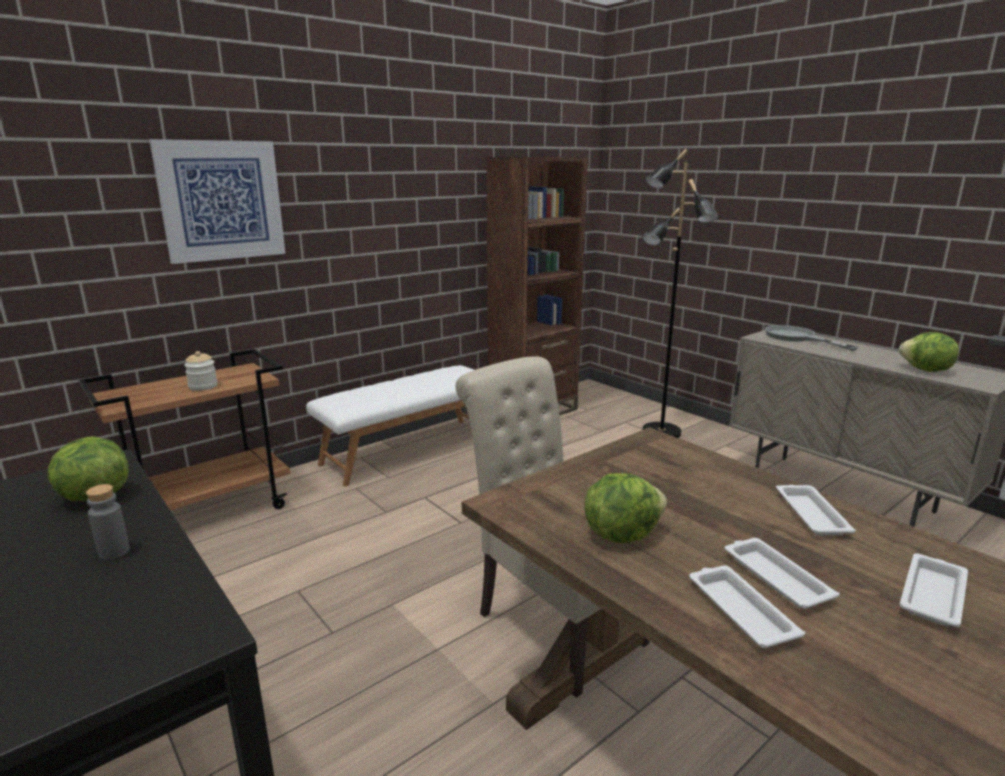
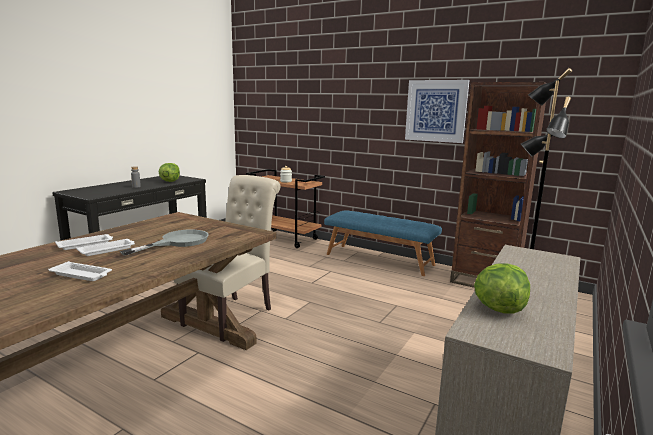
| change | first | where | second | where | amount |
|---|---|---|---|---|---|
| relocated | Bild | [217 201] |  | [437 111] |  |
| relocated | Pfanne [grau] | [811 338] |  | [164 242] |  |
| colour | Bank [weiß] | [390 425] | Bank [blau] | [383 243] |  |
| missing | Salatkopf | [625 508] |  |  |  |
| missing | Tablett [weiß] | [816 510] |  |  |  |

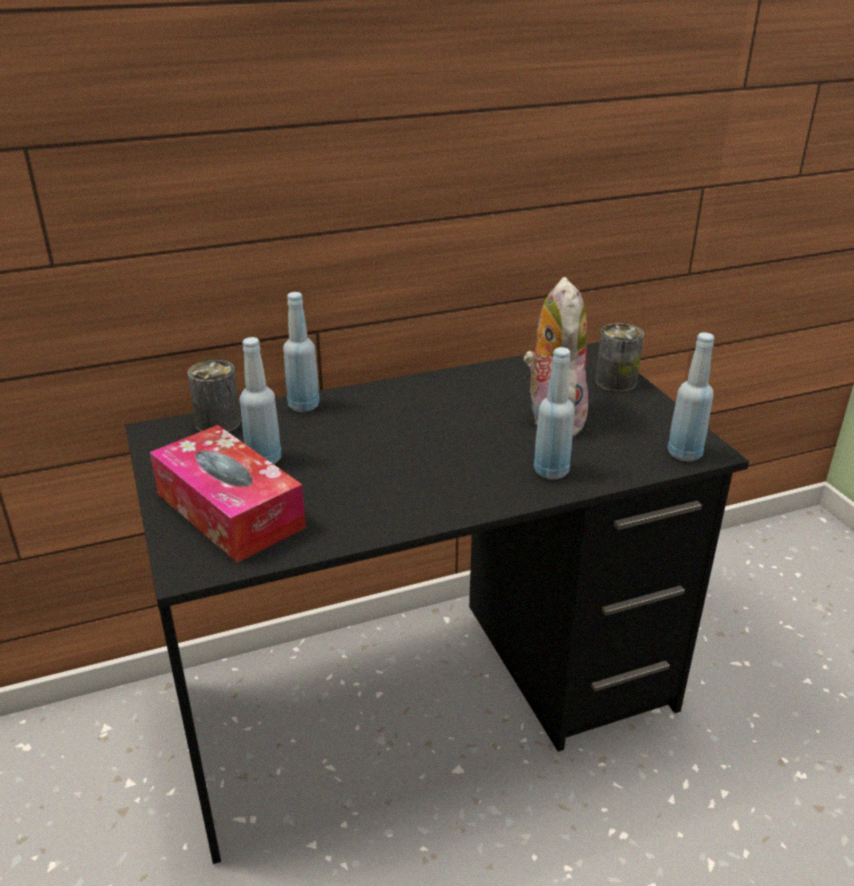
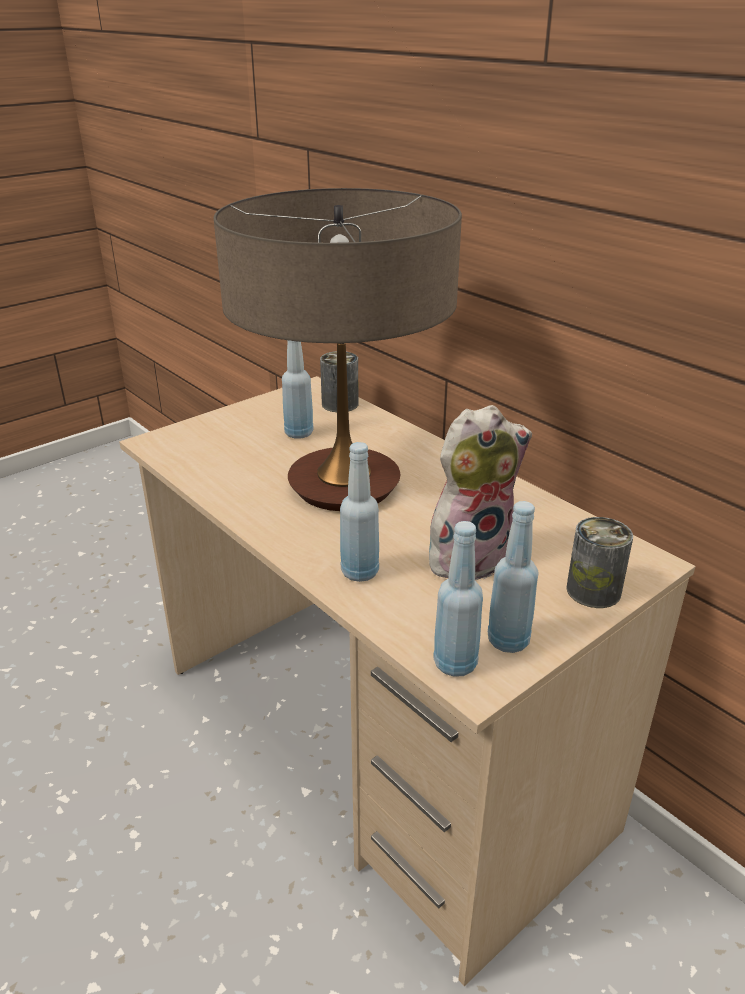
| change | first | where | second | where | amount |
|---|---|---|---|---|---|
| relocated | Flasche [blau] | [301 352] |  | [513 577] |  |
| colour | Schreibtisch [schwarz] | [437 603] | Schreibtisch [beige] | [407 681] |  |
| missing | Taschentuchbox | [228 494] |  |  |  |
| appeared |  |  | Tischlampe | [338 349] |  |

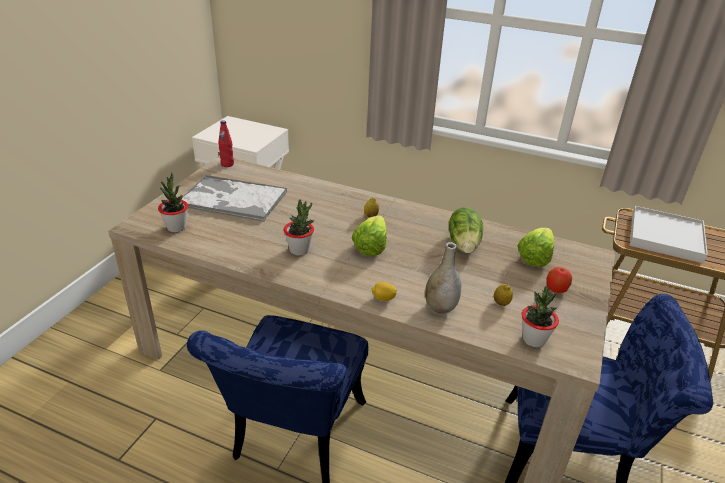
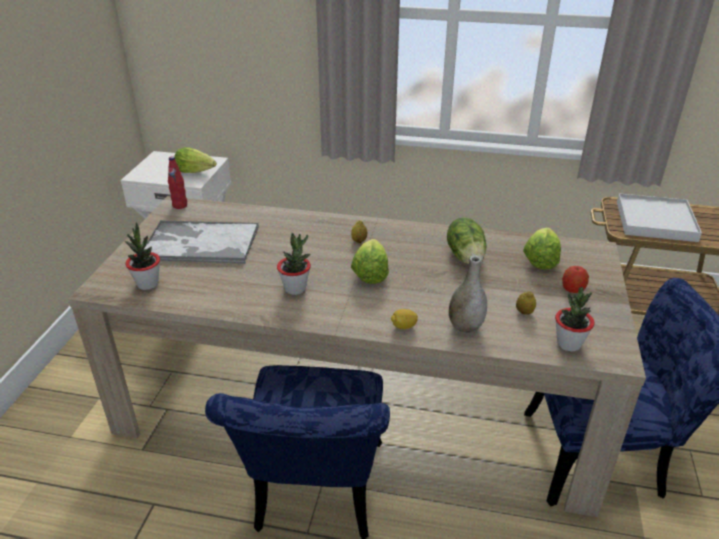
| change | first | where | second | where | amount |
|---|---|---|---|---|---|
| appeared |  |  | Salatkopf | [195 160] |  |

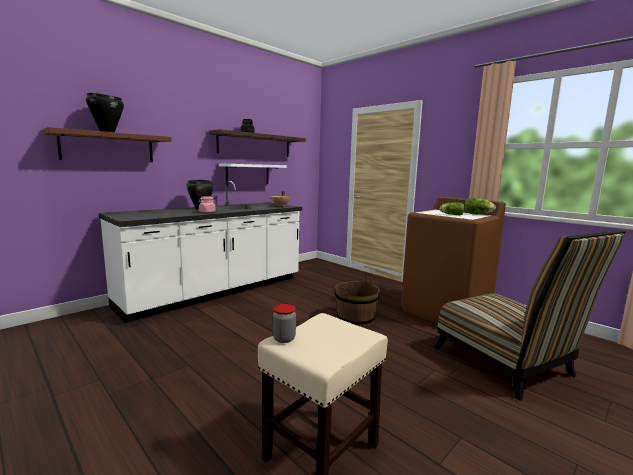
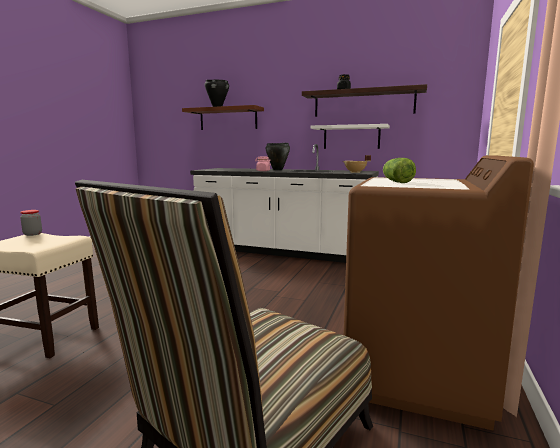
| change | first | where | second | where | amount |
|---|---|---|---|---|---|
| missing | Salatkopf | [480 206] |  |  |  |
| missing | Eimer [braun] | [357 302] |  |  |  |

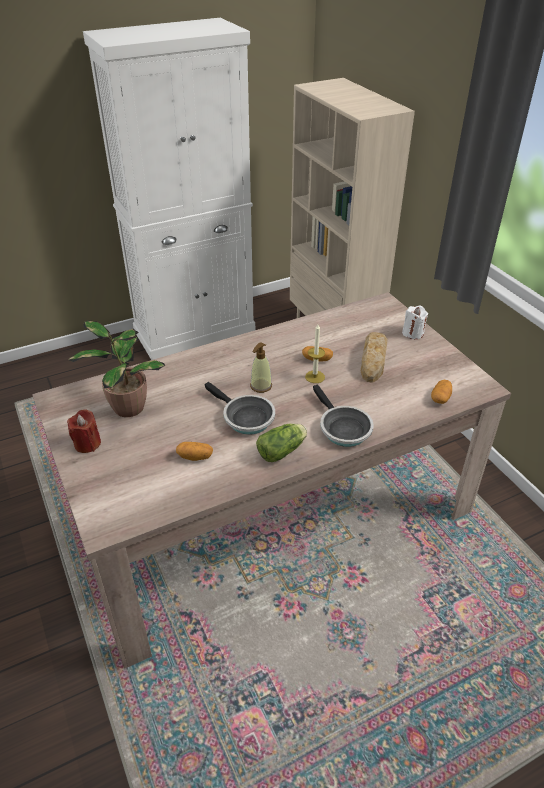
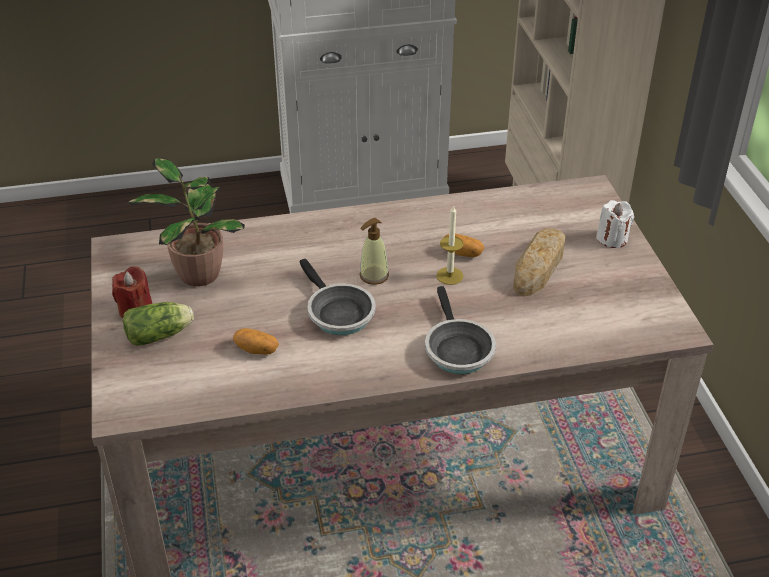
| change | first | where | second | where | amount |
|---|---|---|---|---|---|
| missing | Kartoffel | [441 392] |  |  |  |
| relocated | Salatkopf | [281 443] |  | [158 324] |  |

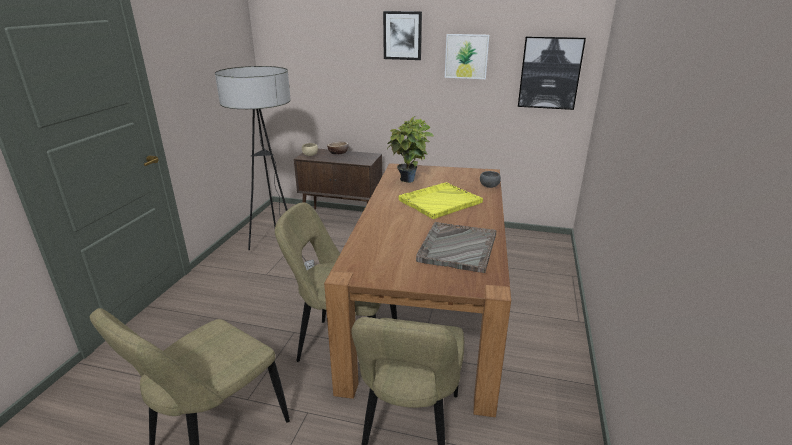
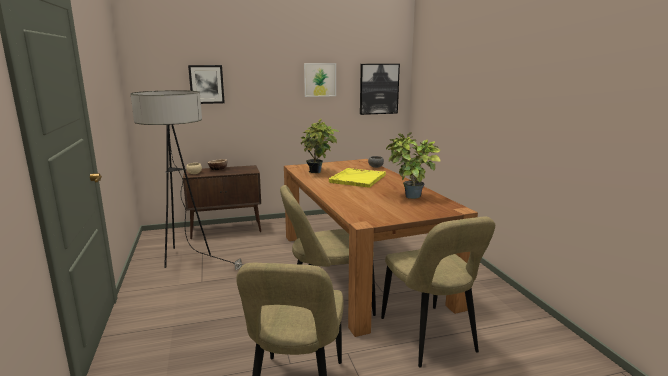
| change | first | where | second | where | amount |
|---|---|---|---|---|---|
| relocated | Bild | [402 35] |  | [206 84] |  |
| exchanged | Tablett [grau] | [456 247] | Topfpflanze | [413 166] |  |

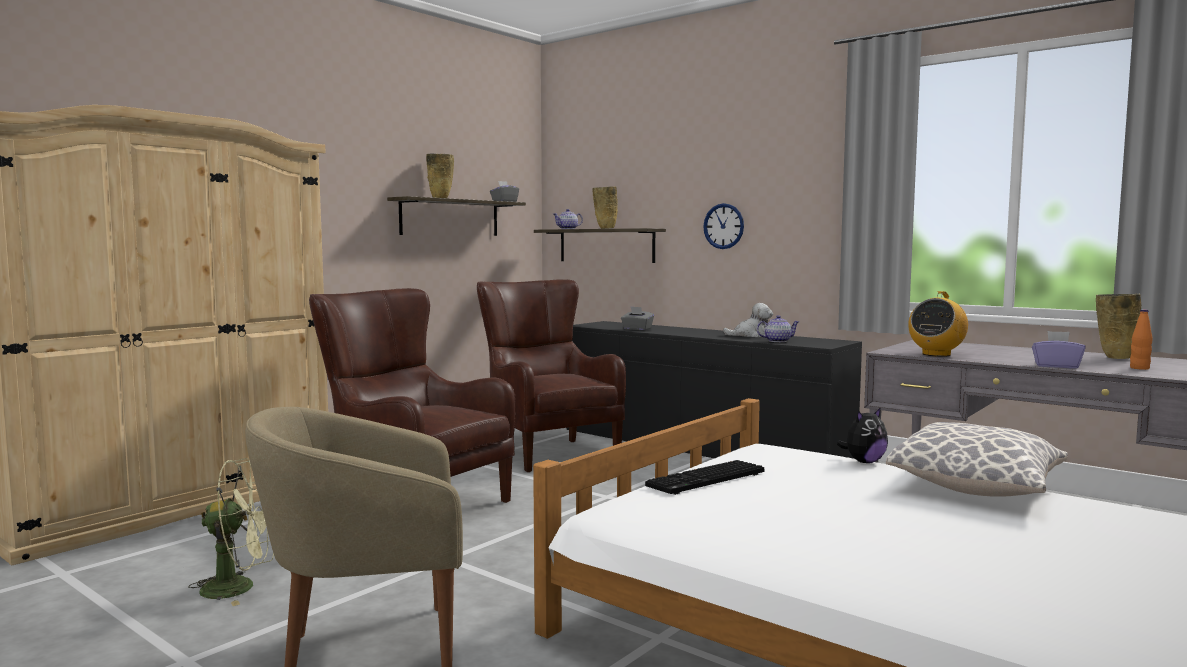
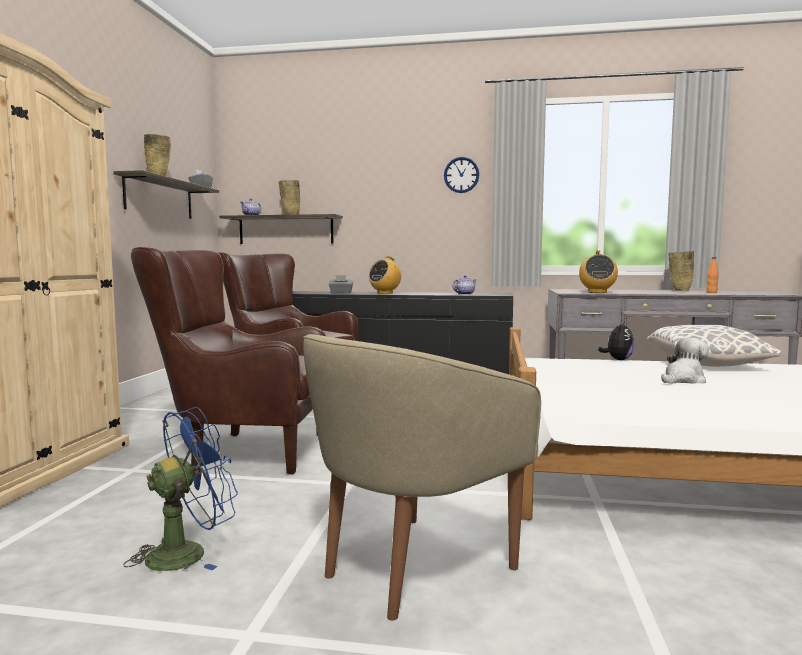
| change | first | where | second | where | amount |
|---|---|---|---|---|---|
| relocated | Wanduhr | [723 226] |  | [461 175] |  |
| relocated | Plüschtier | [748 320] |  | [685 361] |  |
| missing | Taschentuchbox [lila] | [1059 349] |  |  |  |
| colour | Ventilator [grün] | [231 532] | Ventilator [blau] | [180 489] |  |
| missing | Tastatur | [704 477] |  |  |  |
| appeared |  |  | Radio | [384 275] |  |

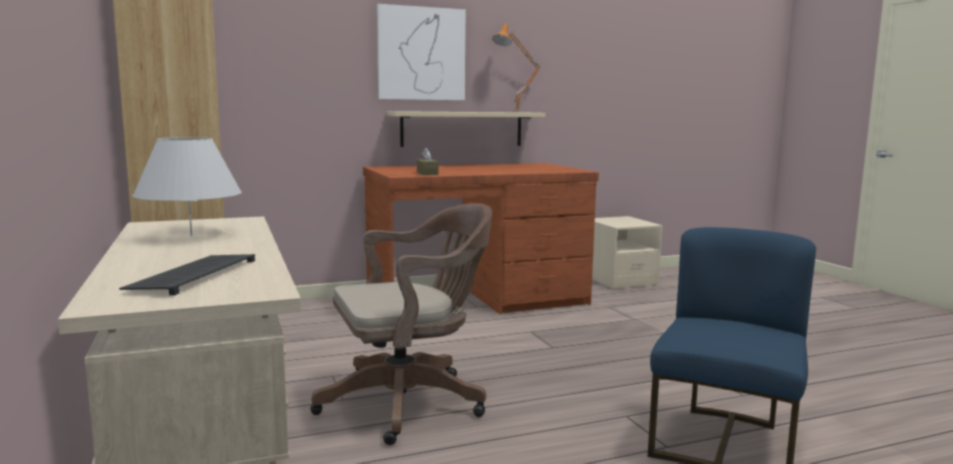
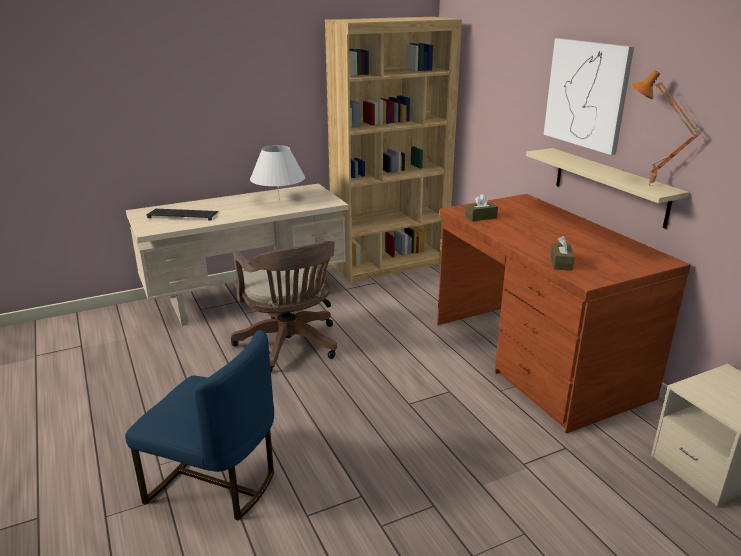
| change | first | where | second | where | amount |
|---|---|---|---|---|---|
| appeared |  |  | Taschentuchbox [braun] | [562 253] |  |

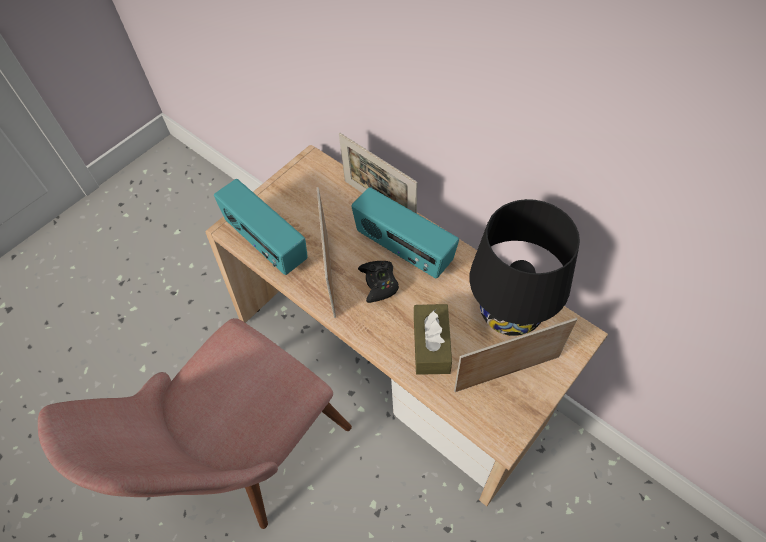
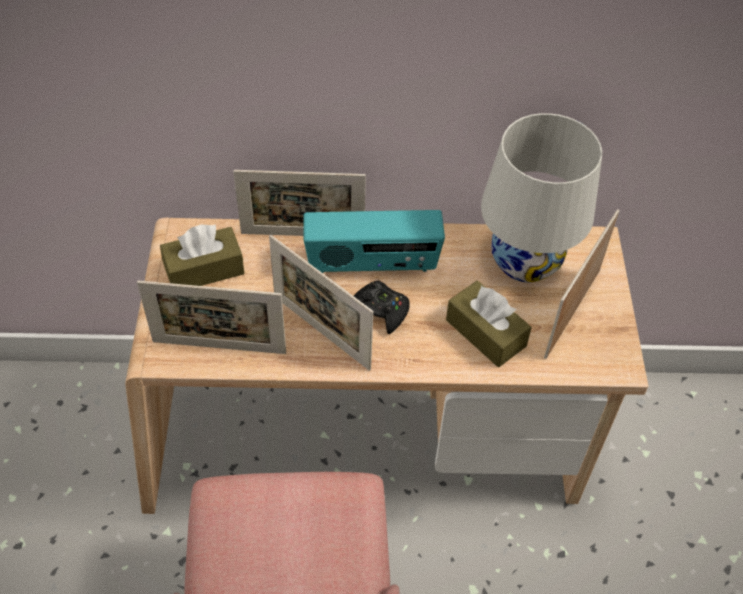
| change | first | where | second | where | amount |
|---|---|---|---|---|---|
| exchanged | Radio | [261 227] | Bilderrahmen | [211 317] |  |
| colour | Tischlampe [schwarz] | [525 267] | Tischlampe [weiß] | [541 197] |  |
| appeared |  |  | Taschentuchbox [braun] | [202 255] |  |

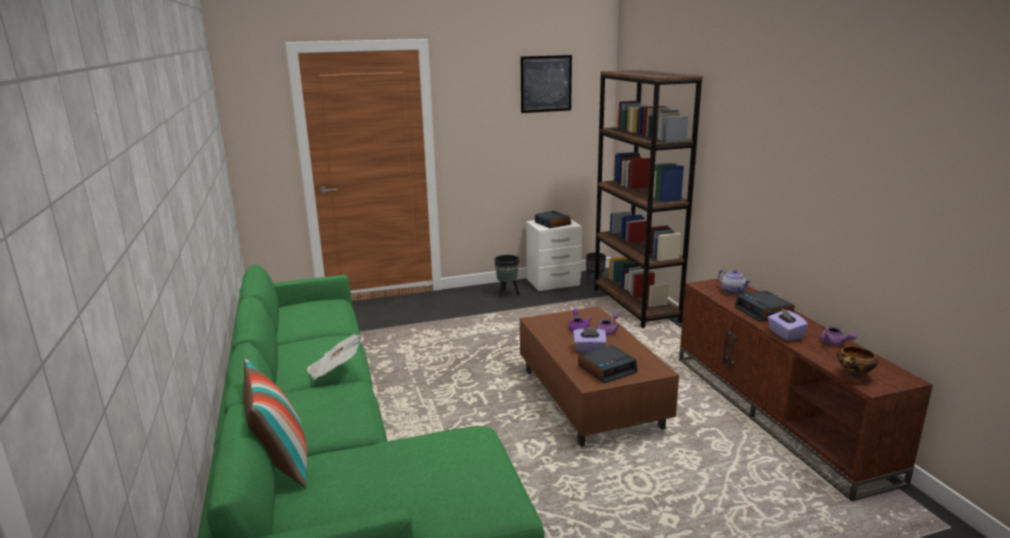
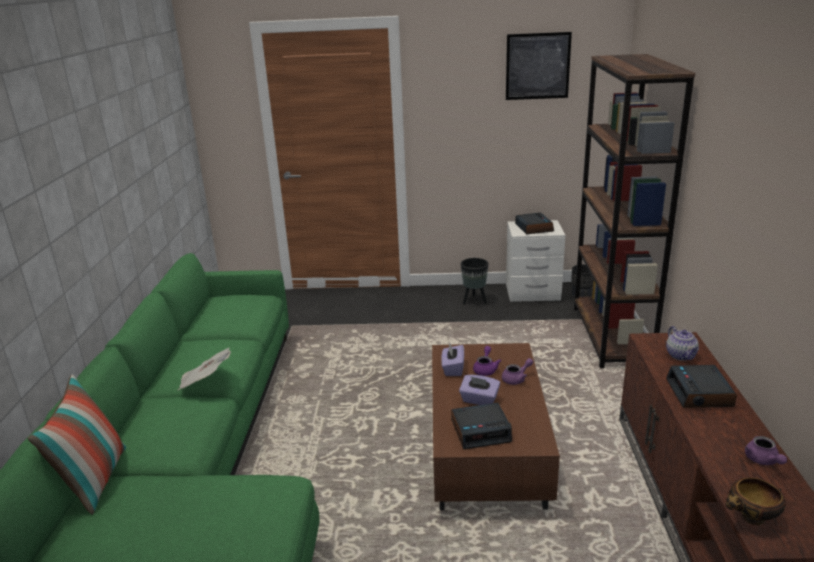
| change | first | where | second | where | amount |
|---|---|---|---|---|---|
| relocated | Taschentuchbox [lila] | [787 324] |  | [452 360] |  |

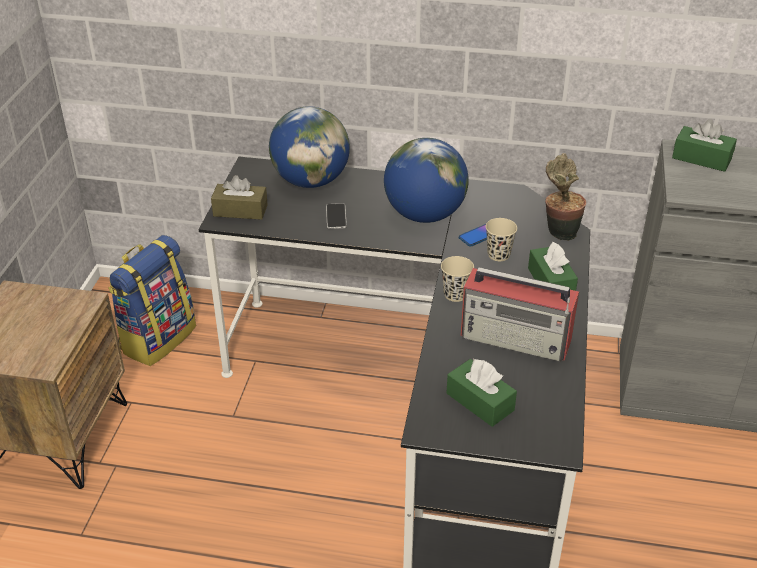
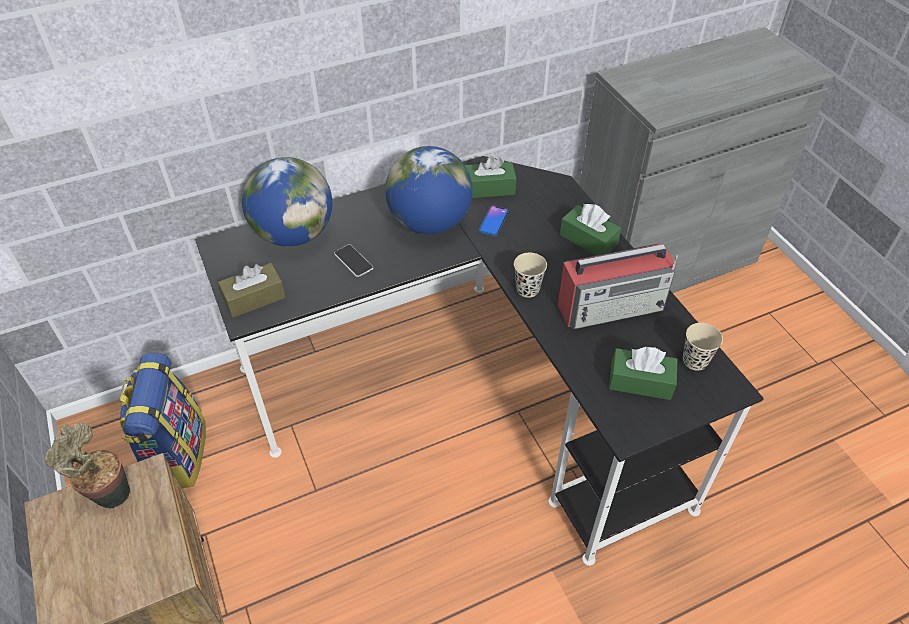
| change | first | where | second | where | amount |
|---|---|---|---|---|---|
| relocated | Taschentuchbox [grün] | [704 145] |  | [491 177] |  |
| relocated | Topfpflanze | [565 197] |  | [87 466] |  |
| relocated | Tasse [beige] | [501 239] |  | [703 347] |  |

